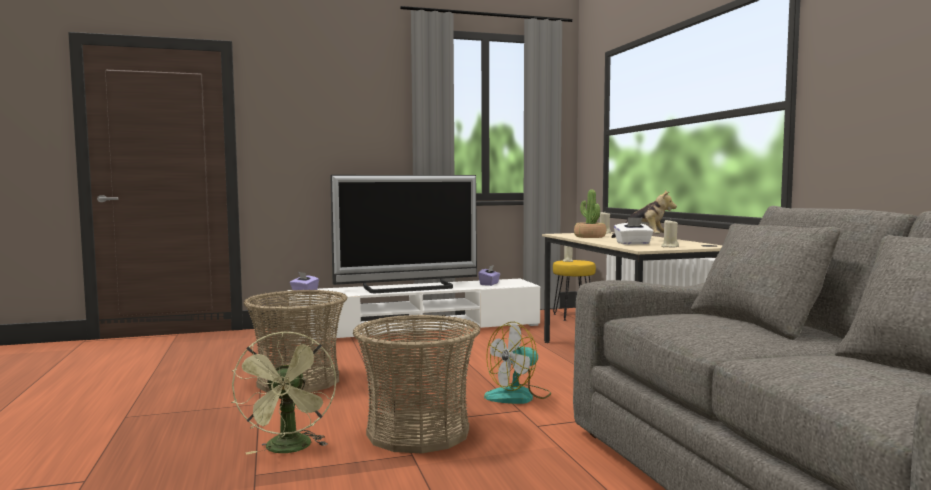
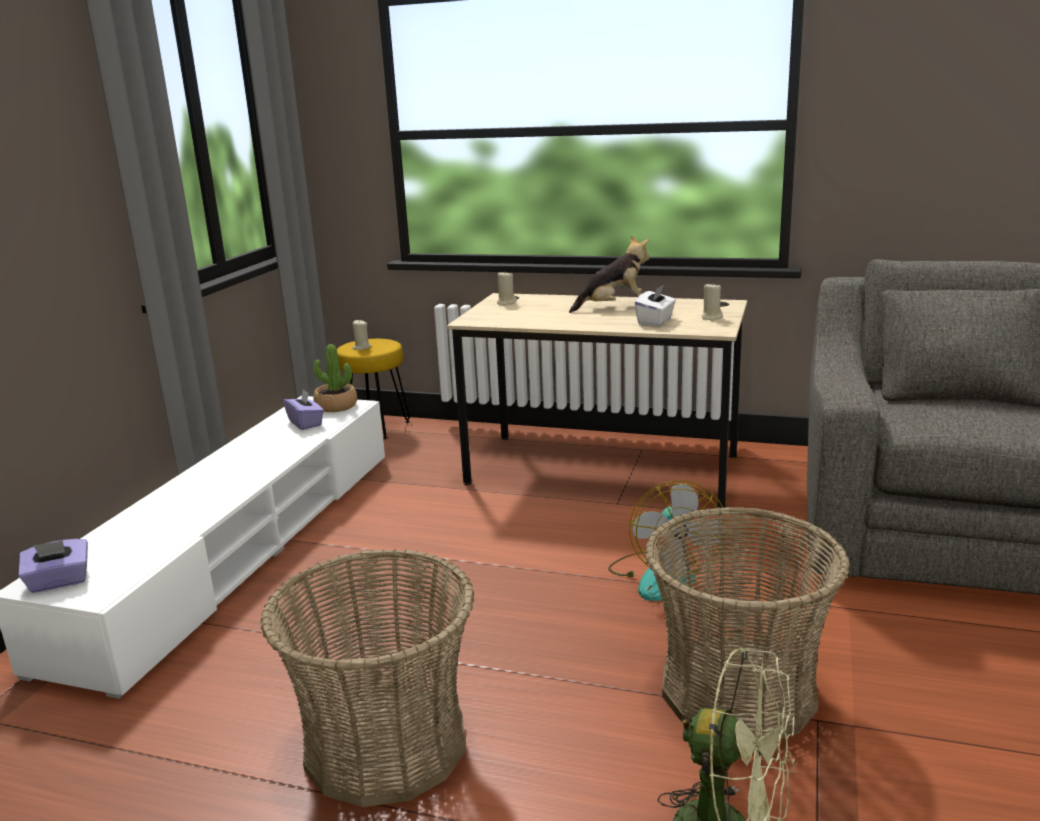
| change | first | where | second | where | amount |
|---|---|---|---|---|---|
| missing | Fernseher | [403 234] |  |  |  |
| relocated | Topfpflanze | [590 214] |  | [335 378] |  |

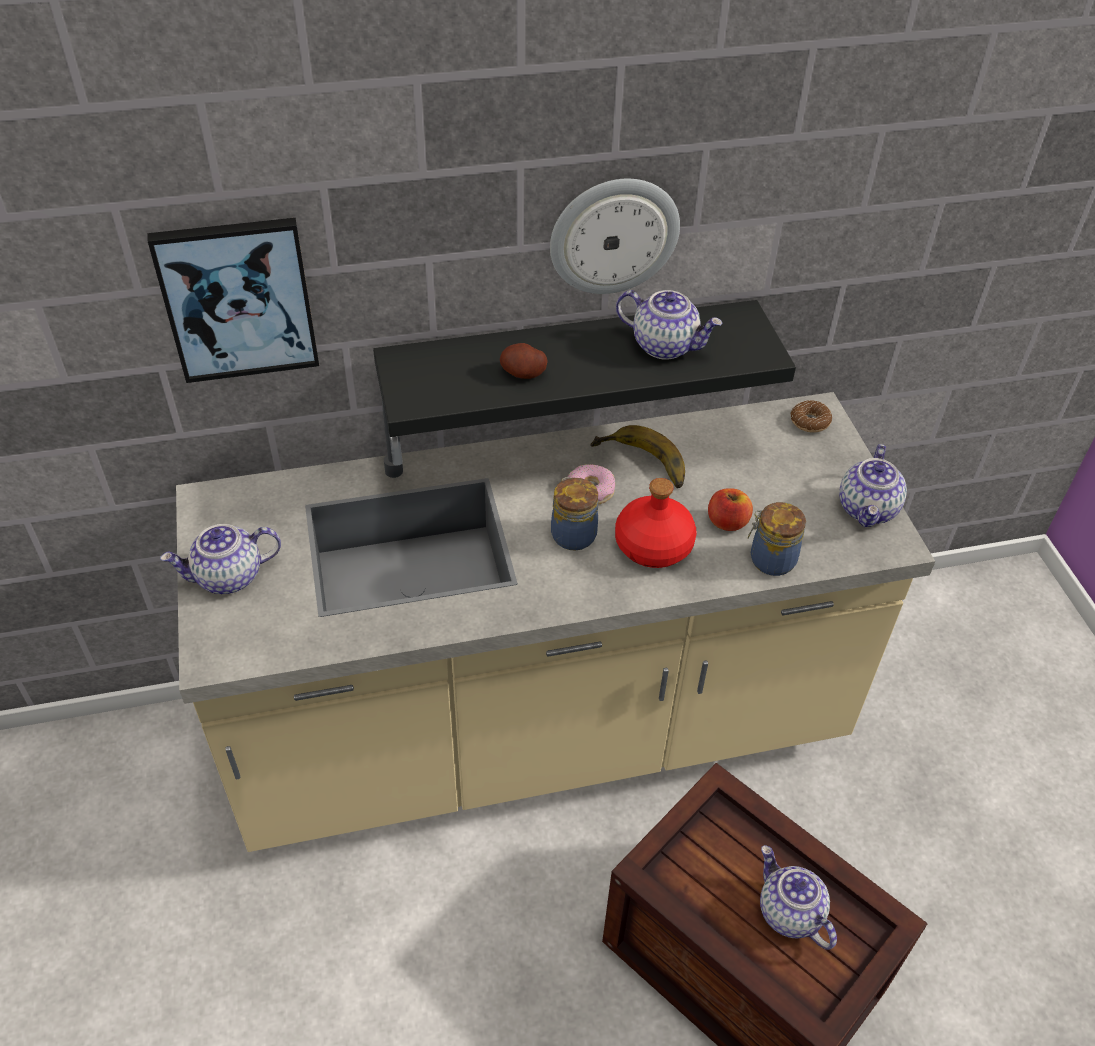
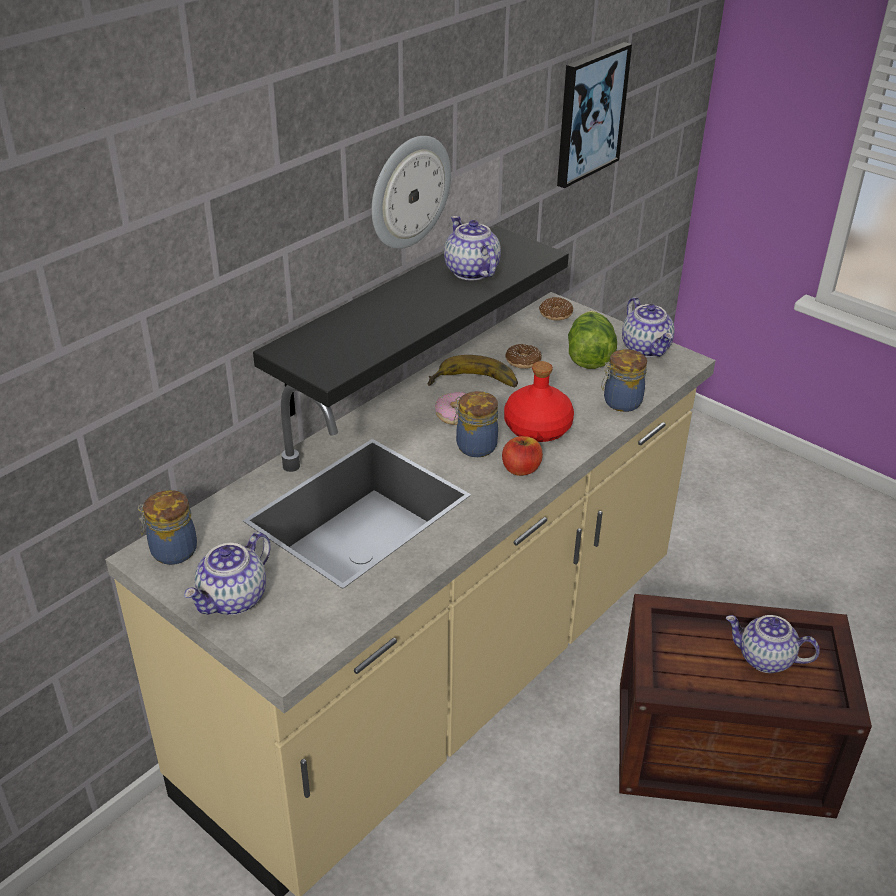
| change | first | where | second | where | amount |
|---|---|---|---|---|---|
| relocated | Bild | [233 300] |  | [594 115] |  |
| spun | Teekanne | [669 325] |  | [472 248] | 105 degrees counterclockwise |
| missing | Kartoffel | [524 361] |  |  |  |
| relocated | Apfel | [730 509] |  | [522 456] |  |
| appeared |  |  | Salatkopf | [592 340] |  |
| appeared |  |  | Donut | [524 356] |  |
| appeared |  |  | Vorratsglas | [167 527] |  |

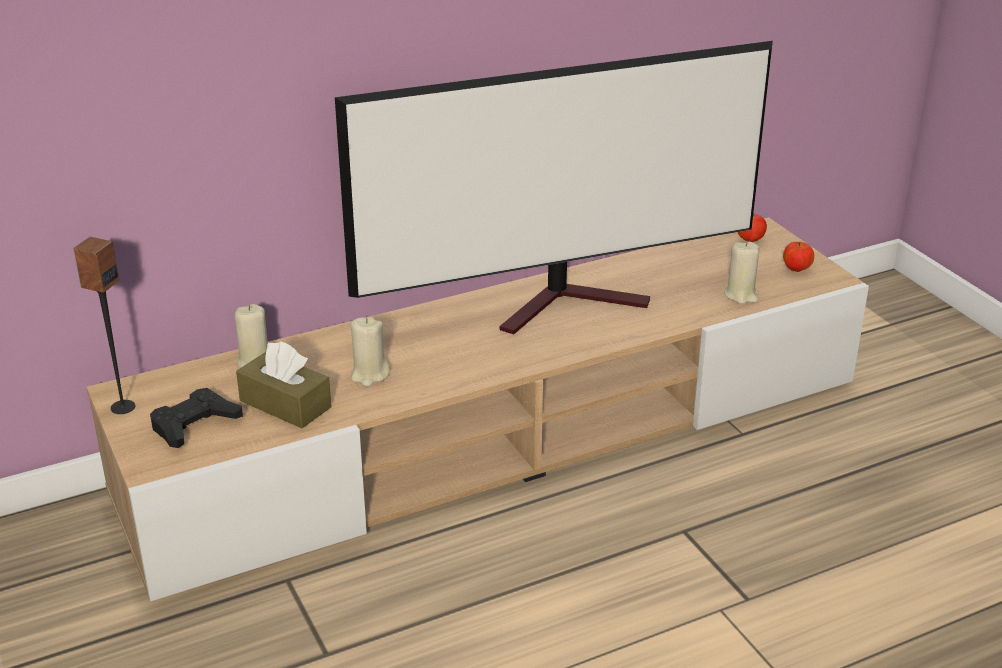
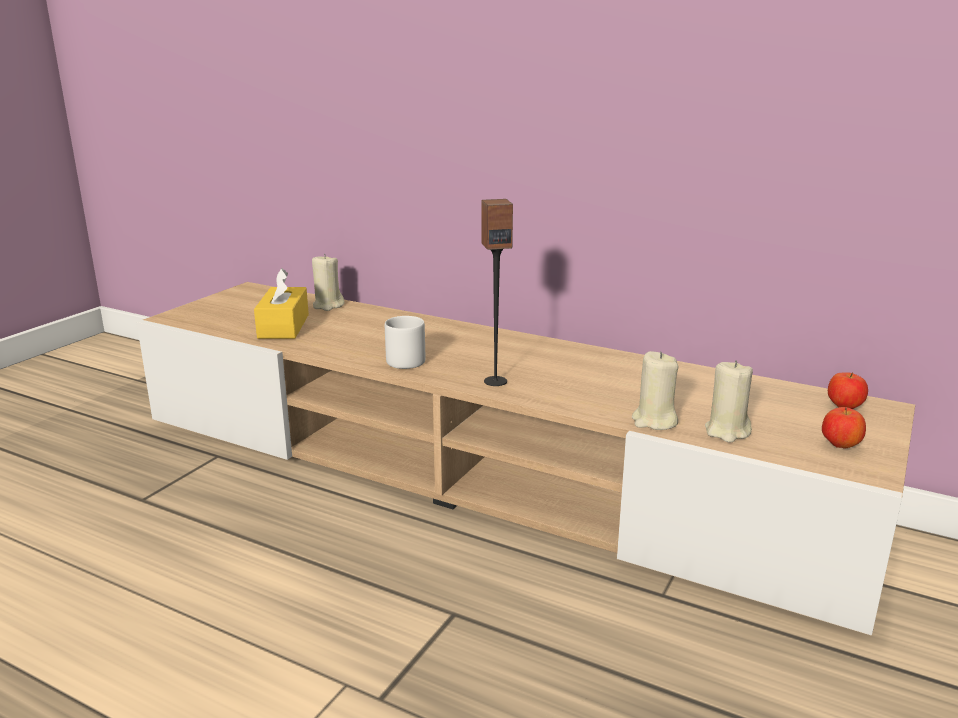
| change | first | where | second | where | amount |
|---|---|---|---|---|---|
| missing | Fernseher | [554 187] |  |  |  |
| relocated | Lautsprecher | [104 325] |  | [497 292] |  |
| relocated | Kerze [beige] | [370 352] |  | [655 390] |  |
| colour | Taschentuchbox [braun] | [284 384] | Taschentuchbox [gelb] | [281 303] |  |
| missing | Gamepad [schwarz] | [196 418] |  |  |  |
| appeared |  |  | Henkelbecher [grau] | [405 342] |  |

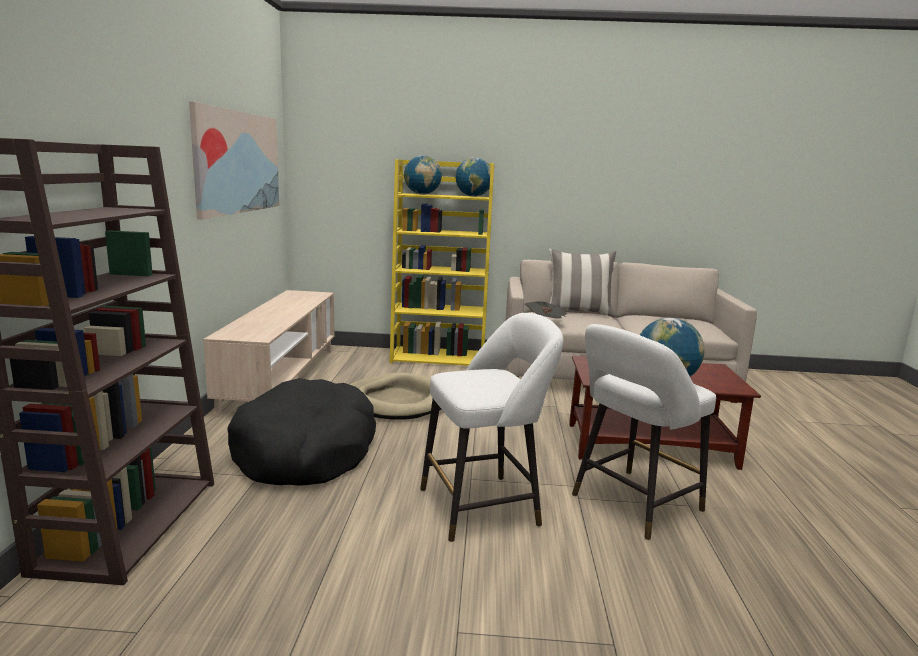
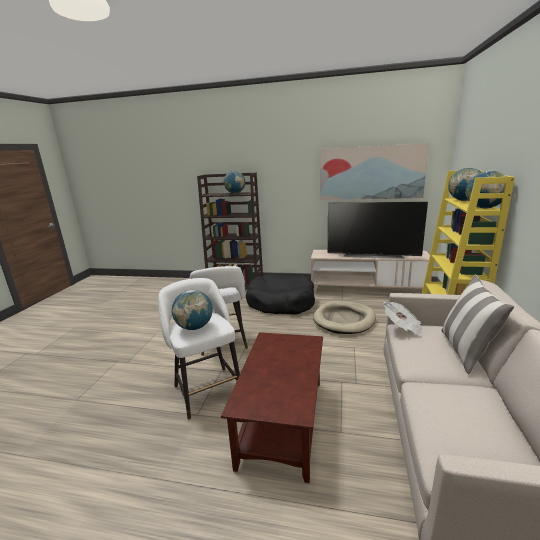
| change | first | where | second | where | amount |
|---|---|---|---|---|---|
| appeared |  |  | Globus | [234 182] |  |
| appeared |  |  | Fernseher | [378 230] |  |

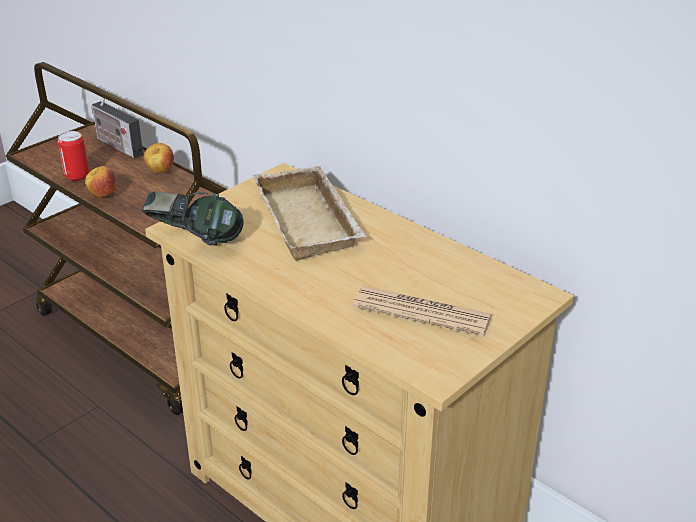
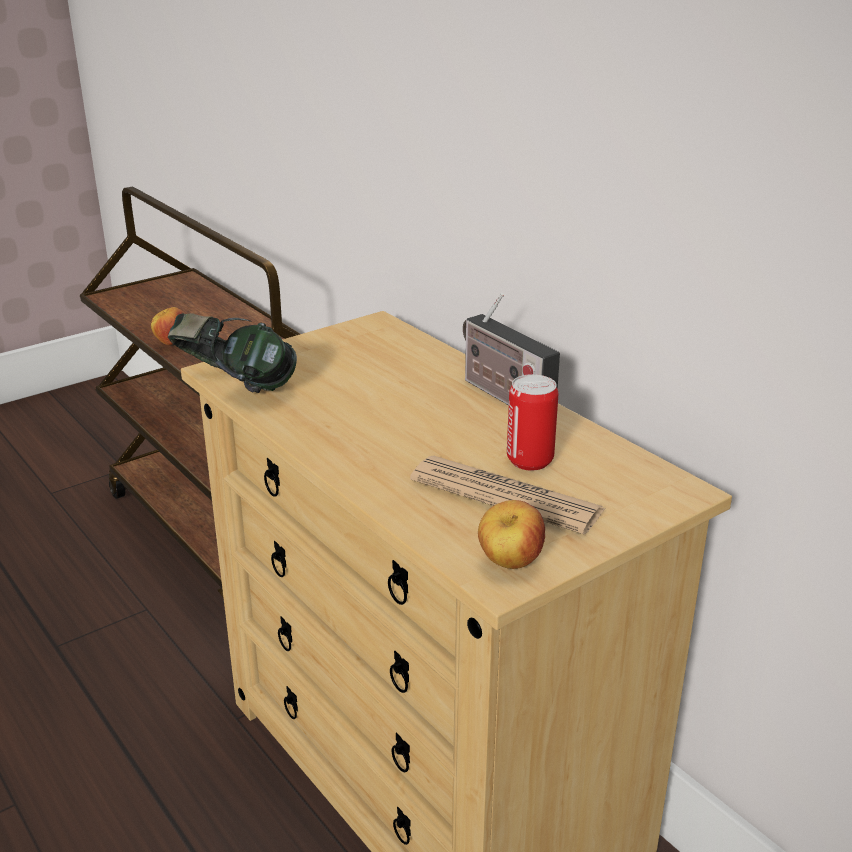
| change | first | where | second | where | amount |
|---|---|---|---|---|---|
| relocated | Radio | [117 123] |  | [511 349] |  |
| relocated | Dose | [73 156] |  | [532 422] |  |
| relocated | Apfel | [159 158] |  | [511 534] |  |
| missing | Tablett [beige] | [309 213] |  |  |  |

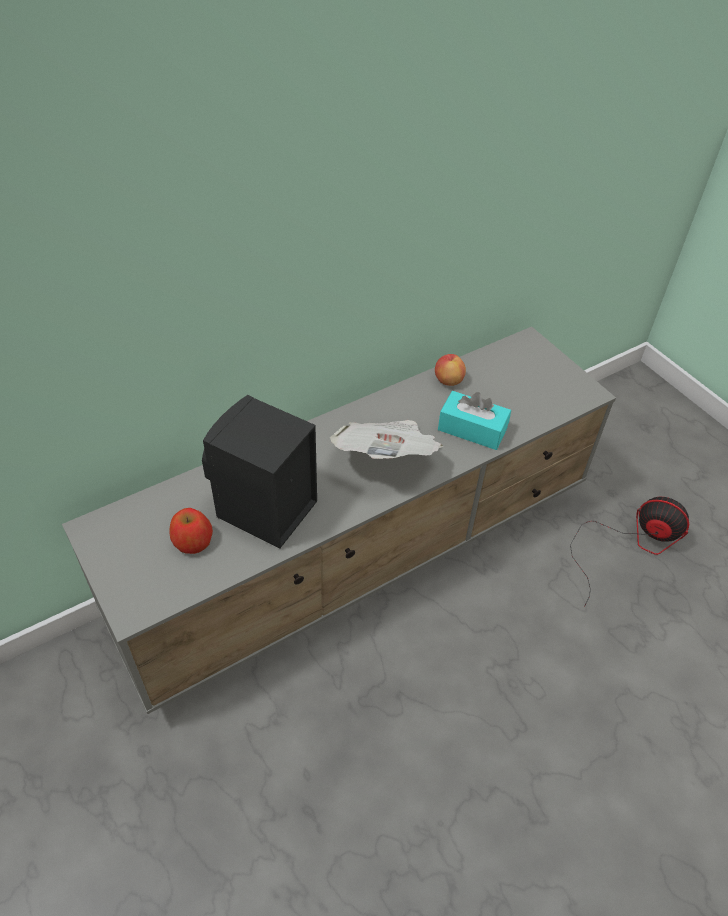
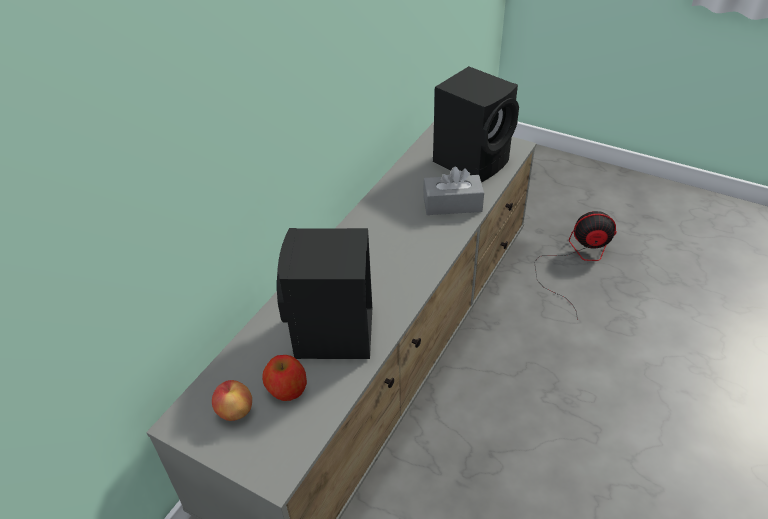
| change | first | where | second | where | amount |
|---|---|---|---|---|---|
| relocated | Apfel | [450 370] |  | [232 400] |  |
| colour | Taschentuchbox [türkis] | [474 420] | Taschentuchbox [grau] | [453 191] |  |
| missing | Zeitung | [386 439] |  |  |  |
| appeared |  |  | Lautsprecher [schwarz] | [476 124] |  |

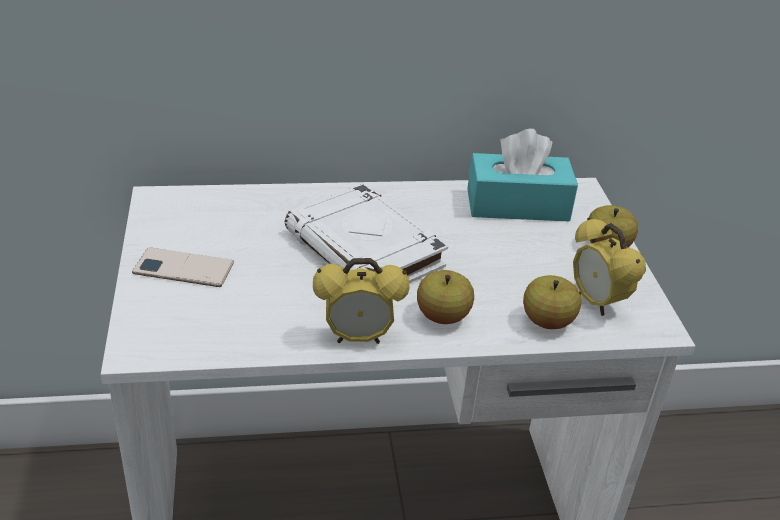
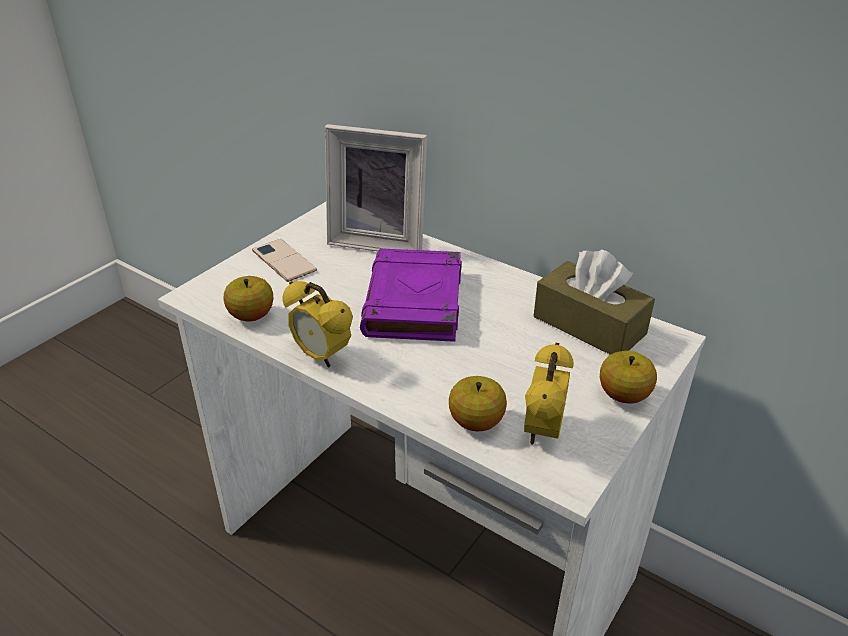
| change | first | where | second | where | amount |
|---|---|---|---|---|---|
| colour | Taschentuchbox [türkis] | [522 175] | Taschentuchbox [braun] | [594 302] |  |
| colour | Buch [weiß] | [366 233] | Buch [lila] | [411 295] |  |
| relocated | Apfel | [445 297] |  | [248 299] |  |
| appeared |  |  | Bilderrahmen | [376 187] |  |

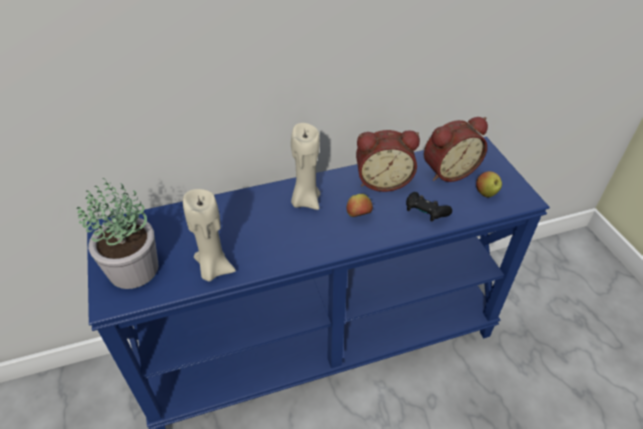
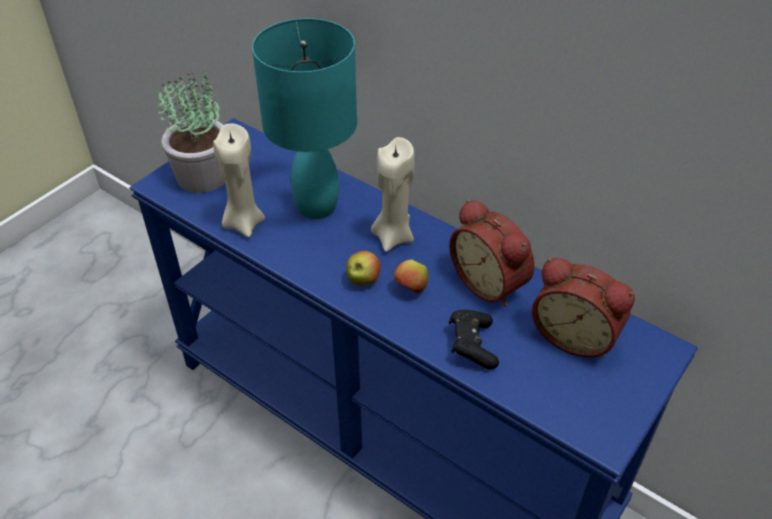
| change | first | where | second | where | amount |
|---|---|---|---|---|---|
| relocated | Apfel | [489 184] |  | [363 268] |  |
| appeared |  |  | Tischlampe [türkis] | [304 118] |  |

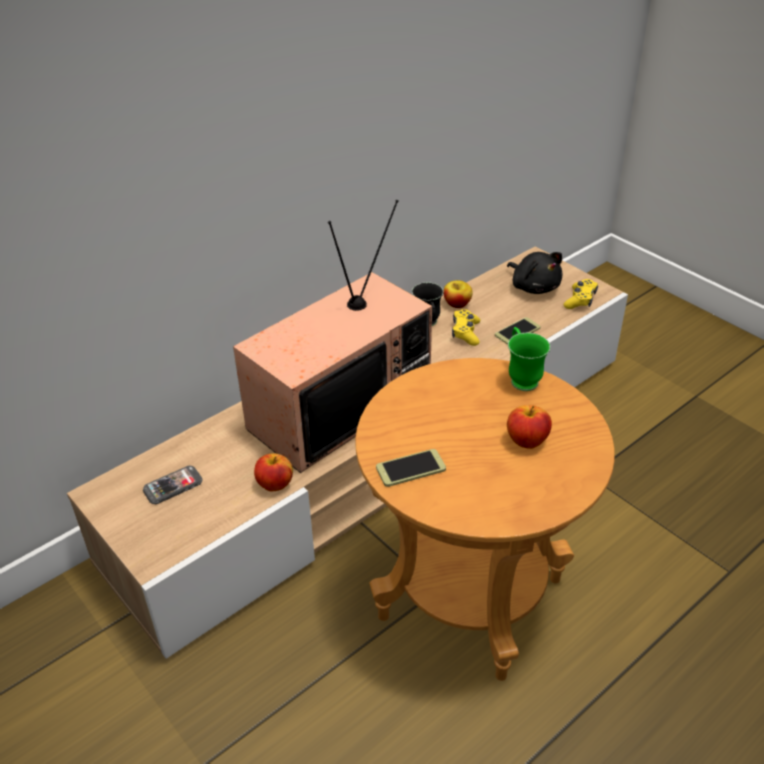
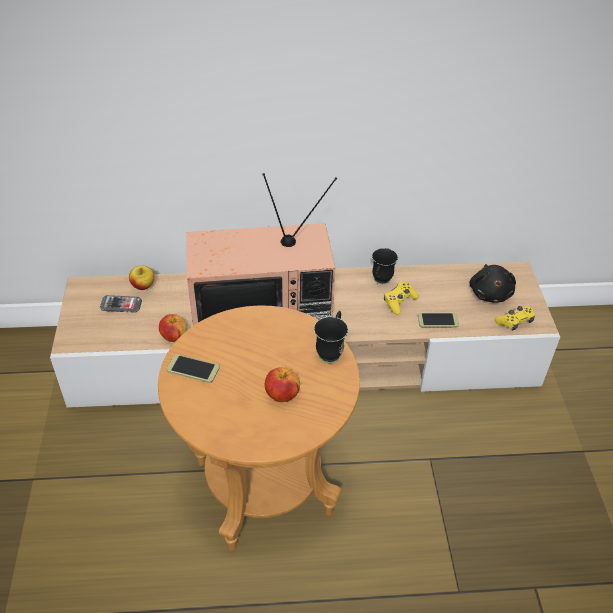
| change | first | where | second | where | amount |
|---|---|---|---|---|---|
| relocated | Apfel | [458 294] |  | [141 278] |  |
| colour | Henkelbecher [grün] | [529 359] | Henkelbecher [schwarz] | [331 337] |  |

